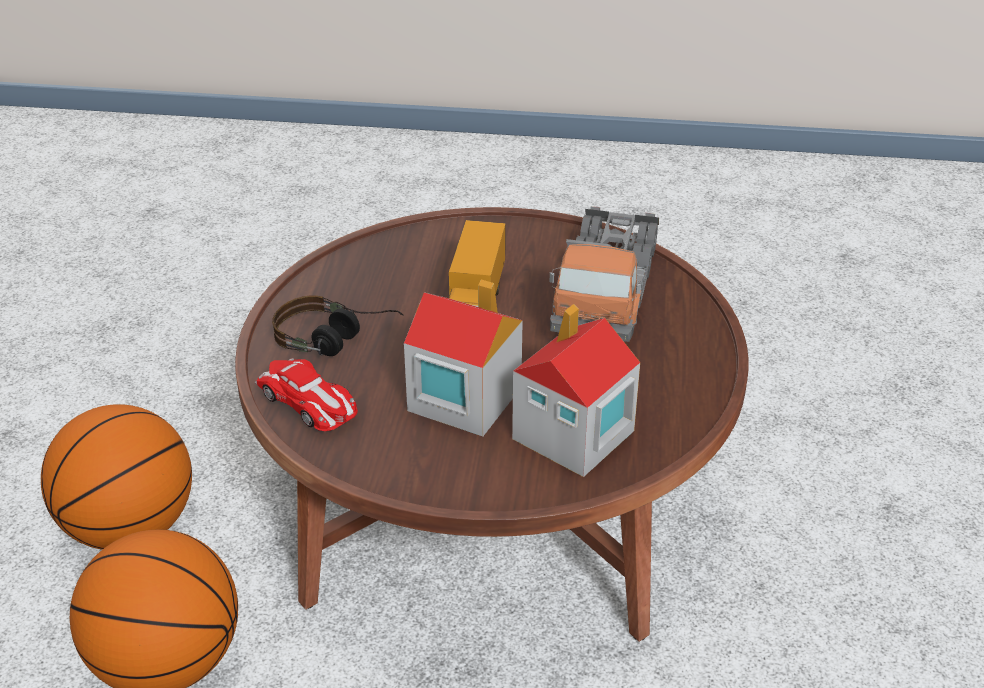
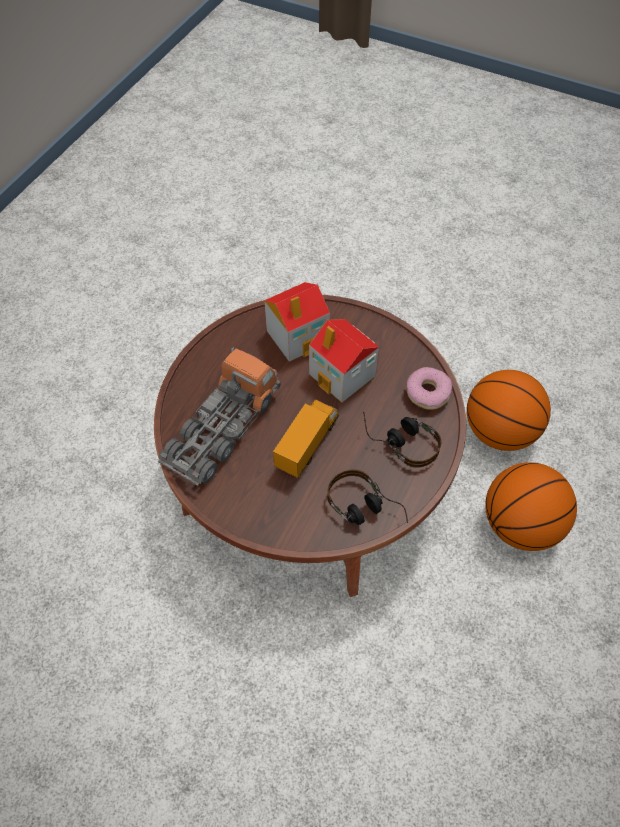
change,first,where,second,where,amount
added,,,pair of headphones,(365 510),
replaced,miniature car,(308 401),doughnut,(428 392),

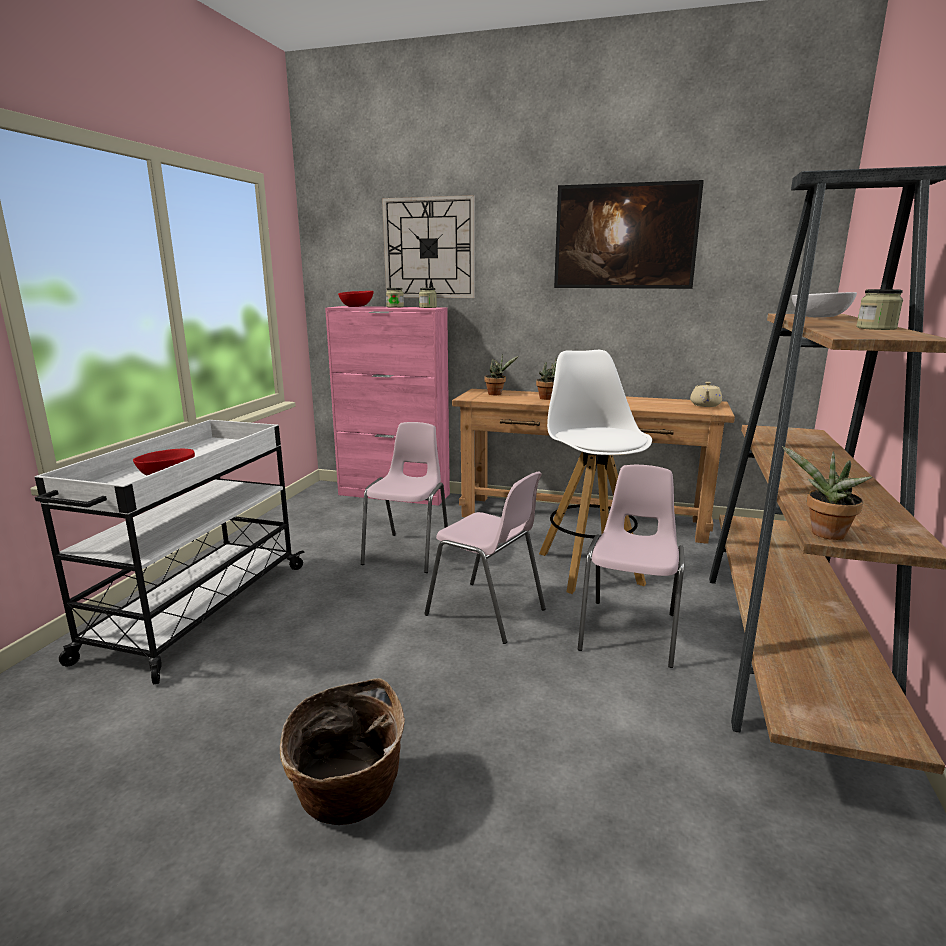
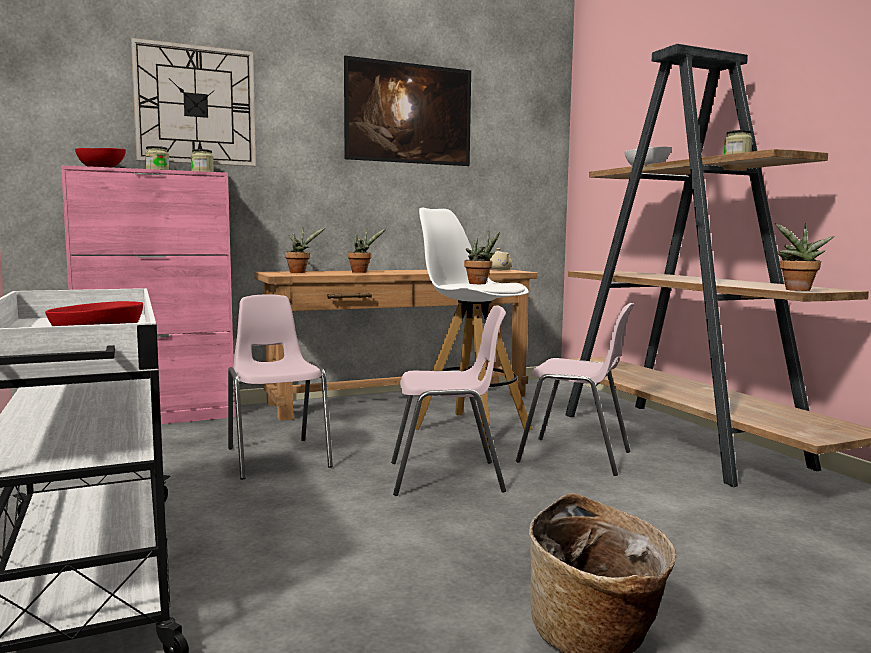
change,first,where,second,where,amount
added,,,potted plant,(480 283),
turned,plain chair in pinkish,(630 631),,(575 457),135 degrees clockwise

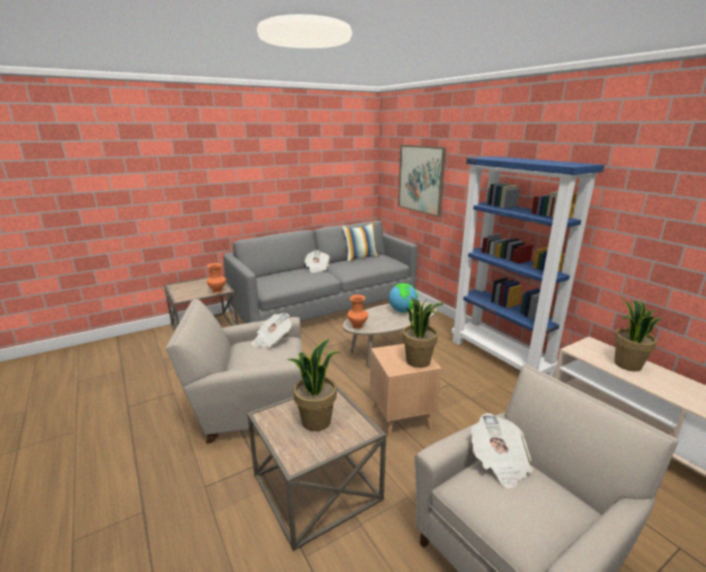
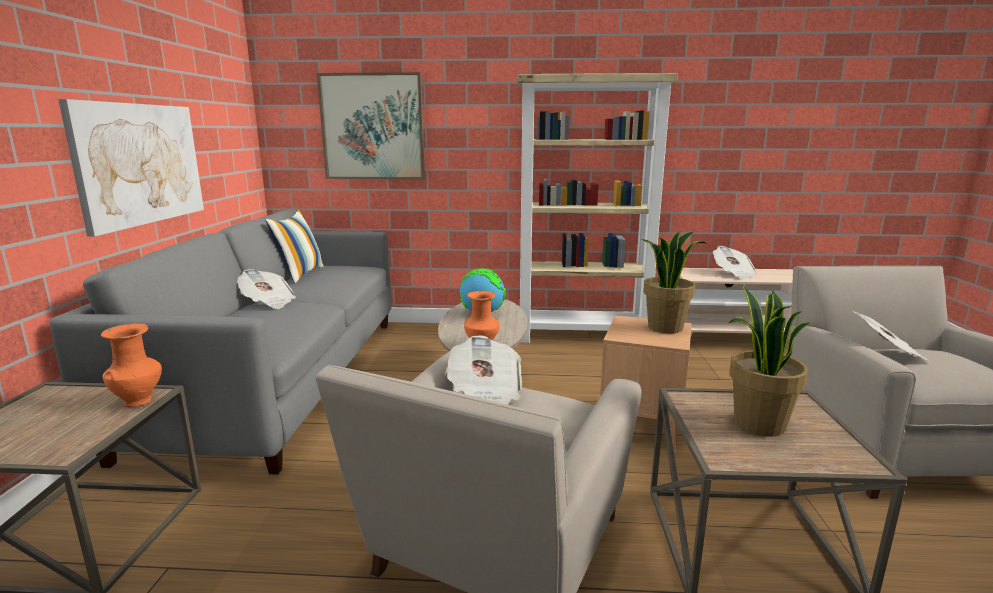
change,first,where,second,where,amount
added,,,wall picture,(140 164),
replaced,potted plant,(627 364),printed paper,(733 274),
recoloured,shelving unit in blue-coloured,(500 358),shelving unit in sand-coloured,(583 336),

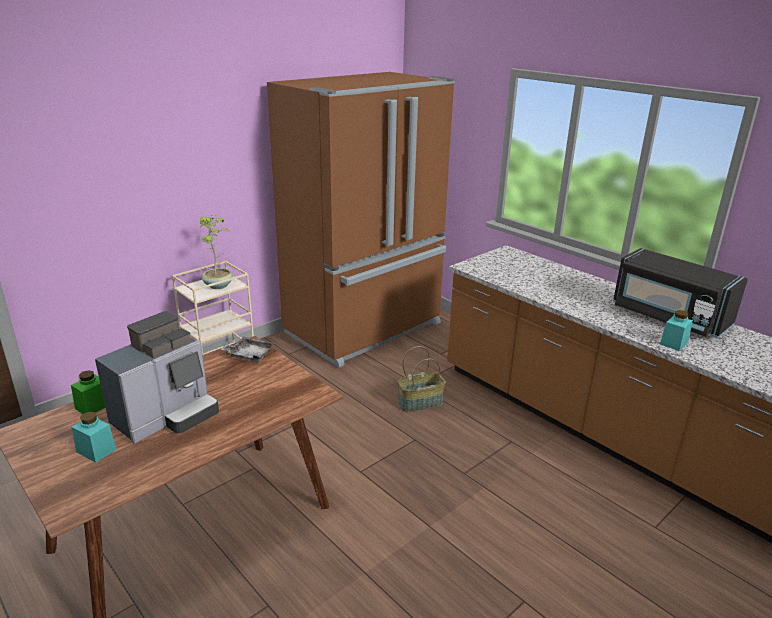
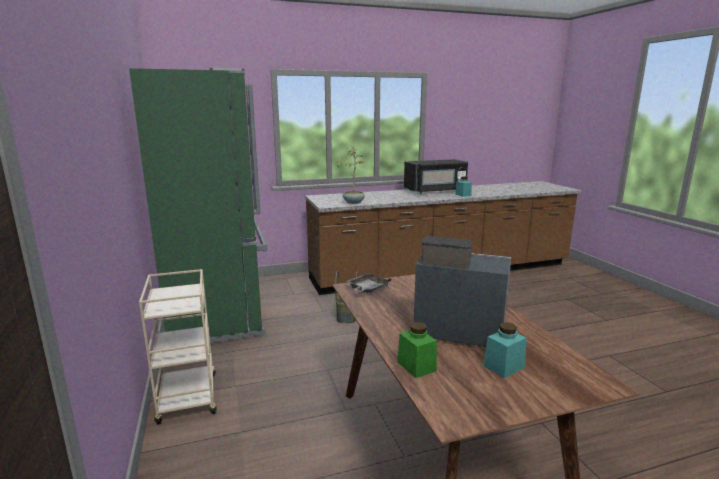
change,first,where,second,where,amount
moved,potted plant,(219 285),,(353 202),
recoloured,fridge in brown-coloured,(366 329),fridge in green,(219 311),
turned,coffee machine,(167 416),,(455 330),45 degrees counterclockwise

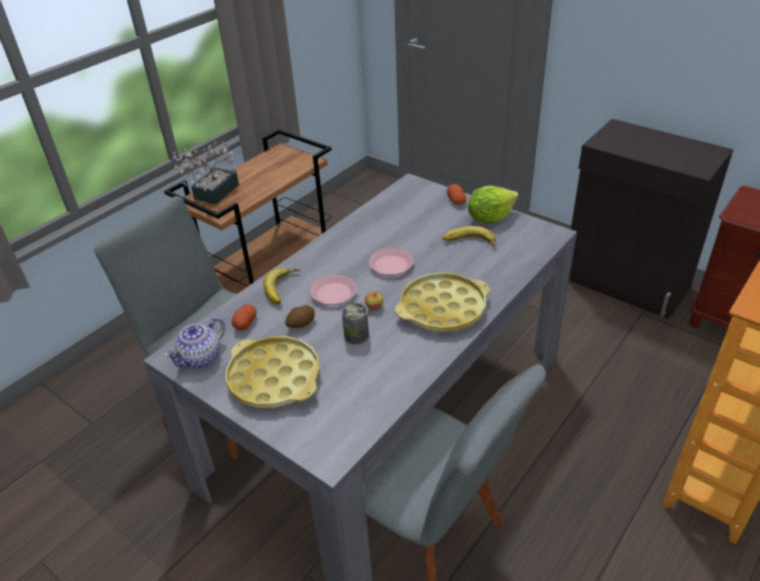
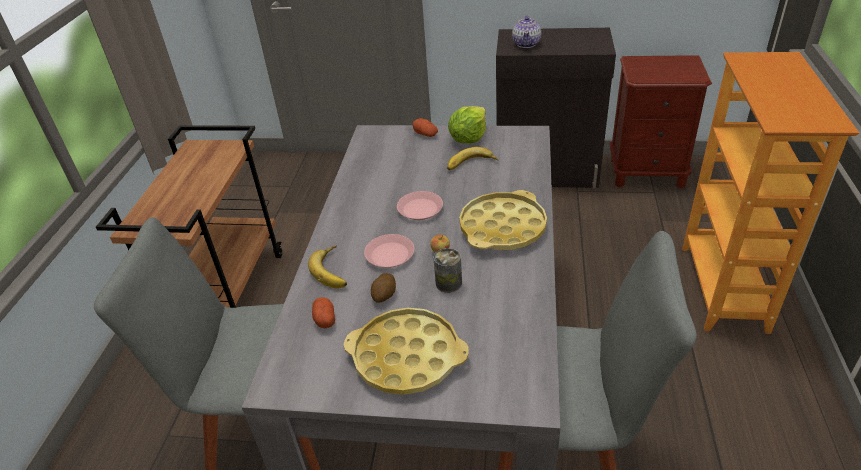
change,first,where,second,where,amount
removed,potted plant,(213 194),,,
moved,tea pot,(201 358),,(526 44),

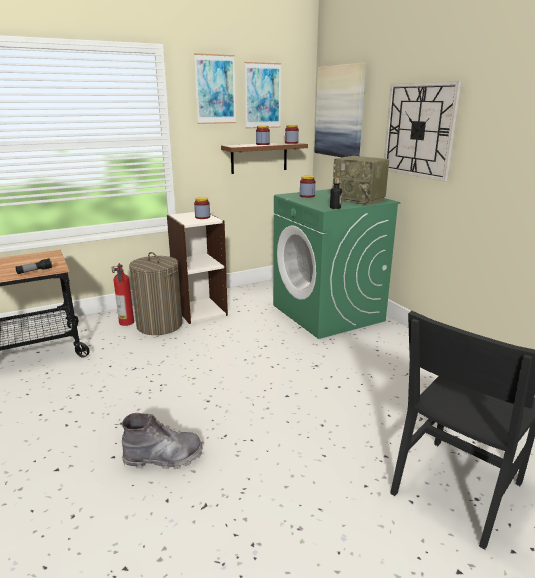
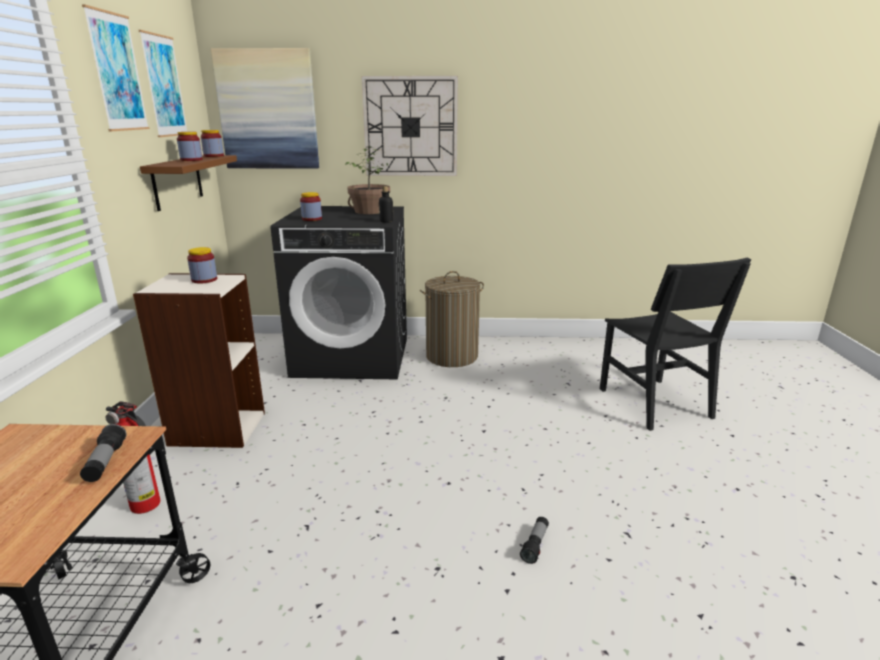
change,first,where,second,where,amount
moved,laundry basket,(159 325),,(452 356),
replaced,high-top boot in gray,(164 458),hand torch,(535 545),
replaced,radio set,(359 200),potted plant,(370 211),
recoloured,washing machine in green,(328 313),washing machine in black-coloured,(353 356),

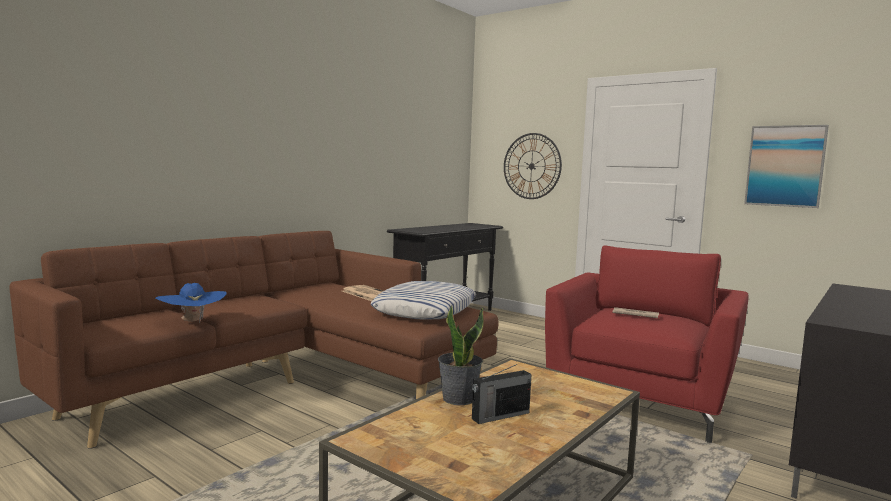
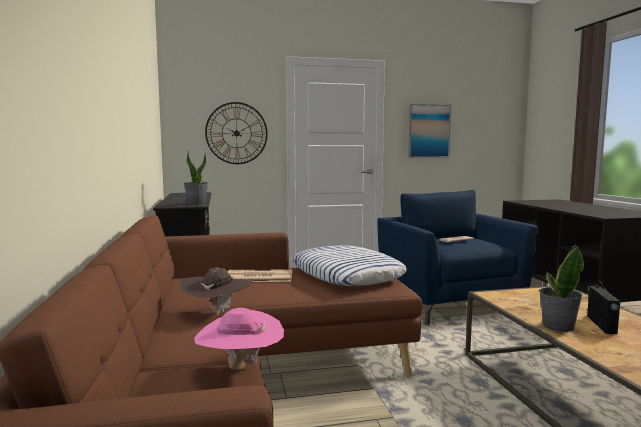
change,first,where,second,where,amount
added,,,clothing hat in brown-coloured,(218 312),
added,,,potted plant,(196 204),
recoloured,clothing hat in blue-coloured,(192 321),clothing hat in pinkish,(240 367),
recoloured,lounge chair in red,(640 402),lounge chair in blue-coloured,(450 304),

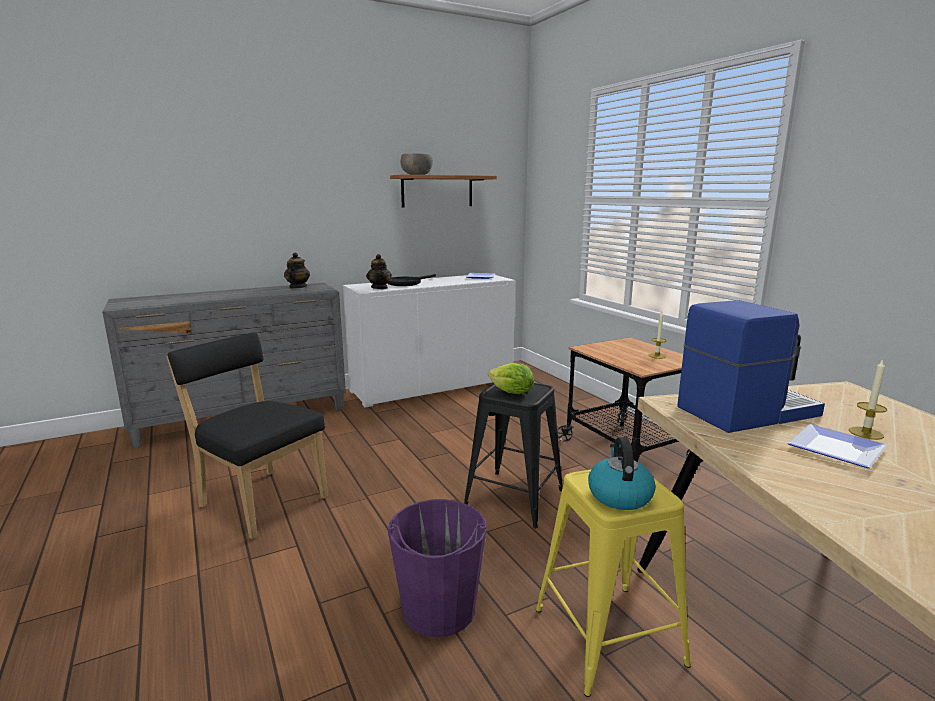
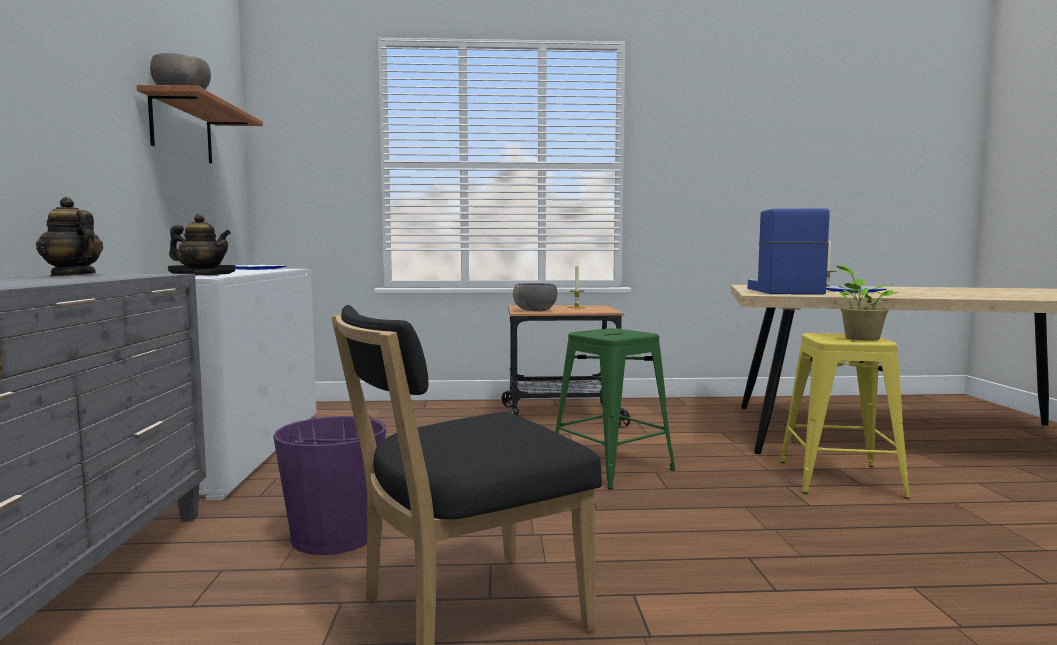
change,first,where,second,where,amount
removed,lettuce head,(512 393),,,
added,,,deep dish in gray,(534 310),
moved,pail in purple-coloured,(438 609),,(335 536),
replaced,kettle,(619 495),potted plant,(860 338),
recoloured,stool in black-coloured,(514 498),stool in green,(611 467),

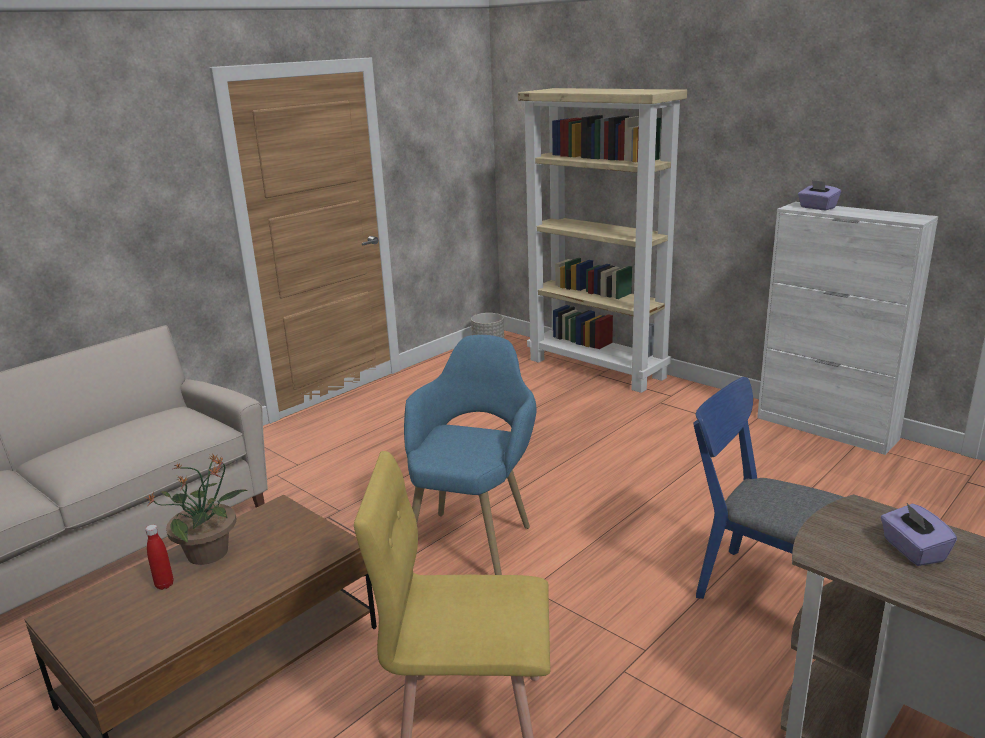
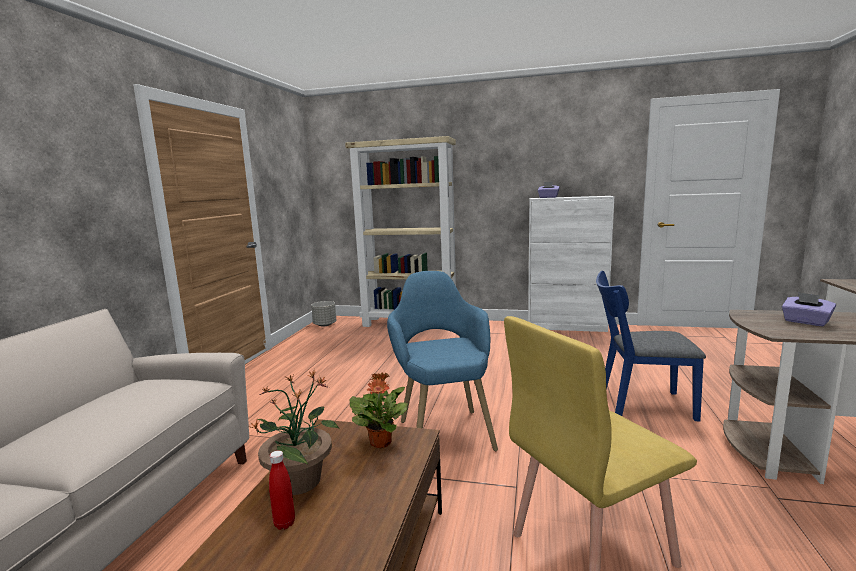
change,first,where,second,where,amount
added,,,potted plant,(381 442),

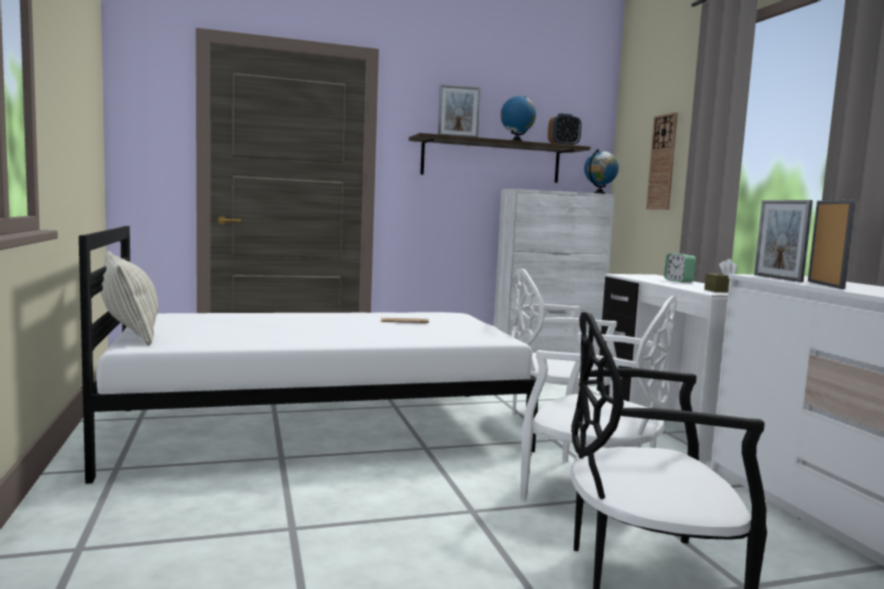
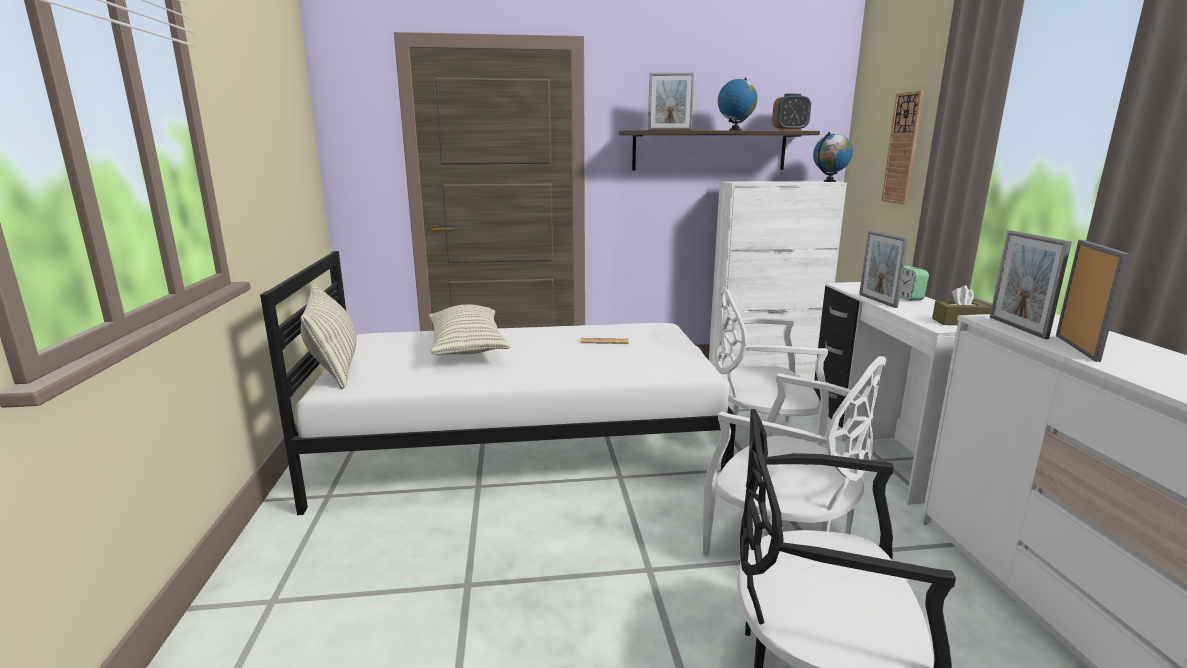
change,first,where,second,where,amount
added,,,cushion,(467 348),
added,,,photo frame,(877 301),

